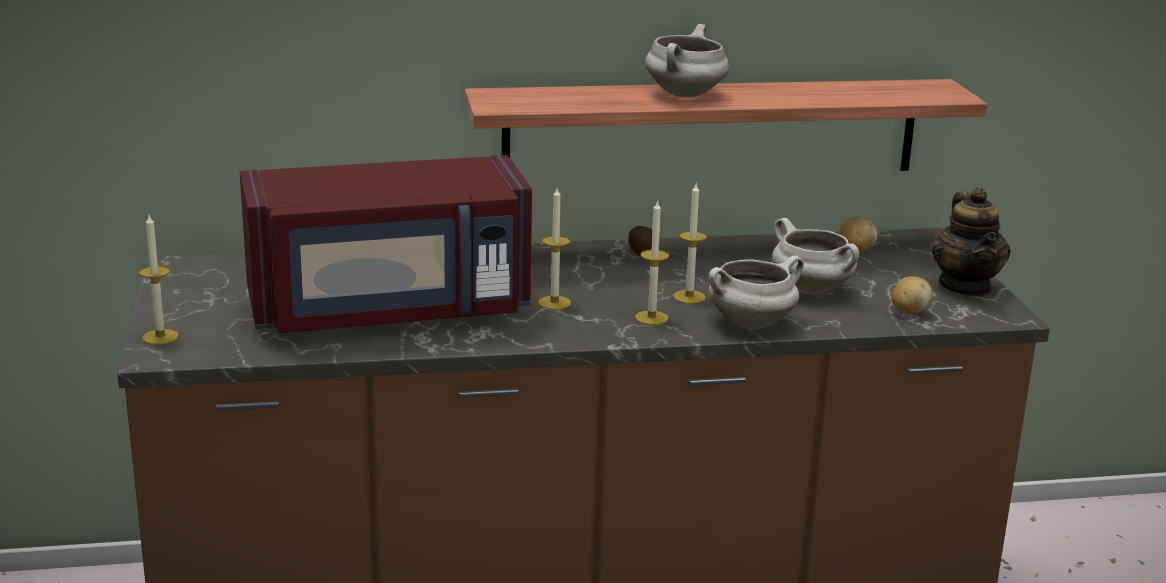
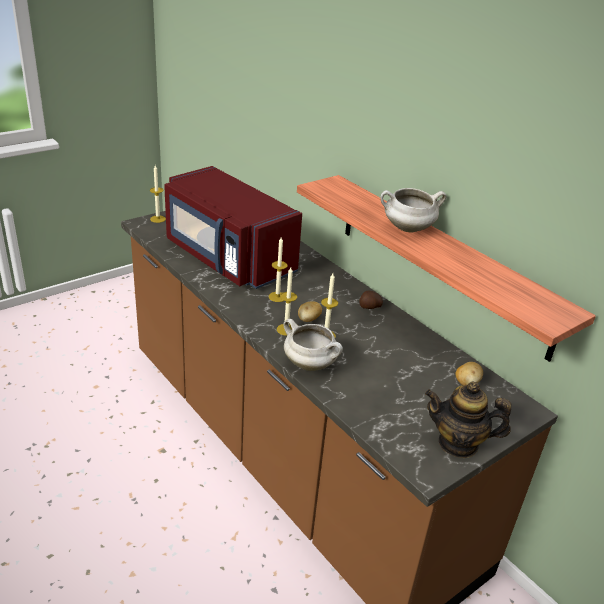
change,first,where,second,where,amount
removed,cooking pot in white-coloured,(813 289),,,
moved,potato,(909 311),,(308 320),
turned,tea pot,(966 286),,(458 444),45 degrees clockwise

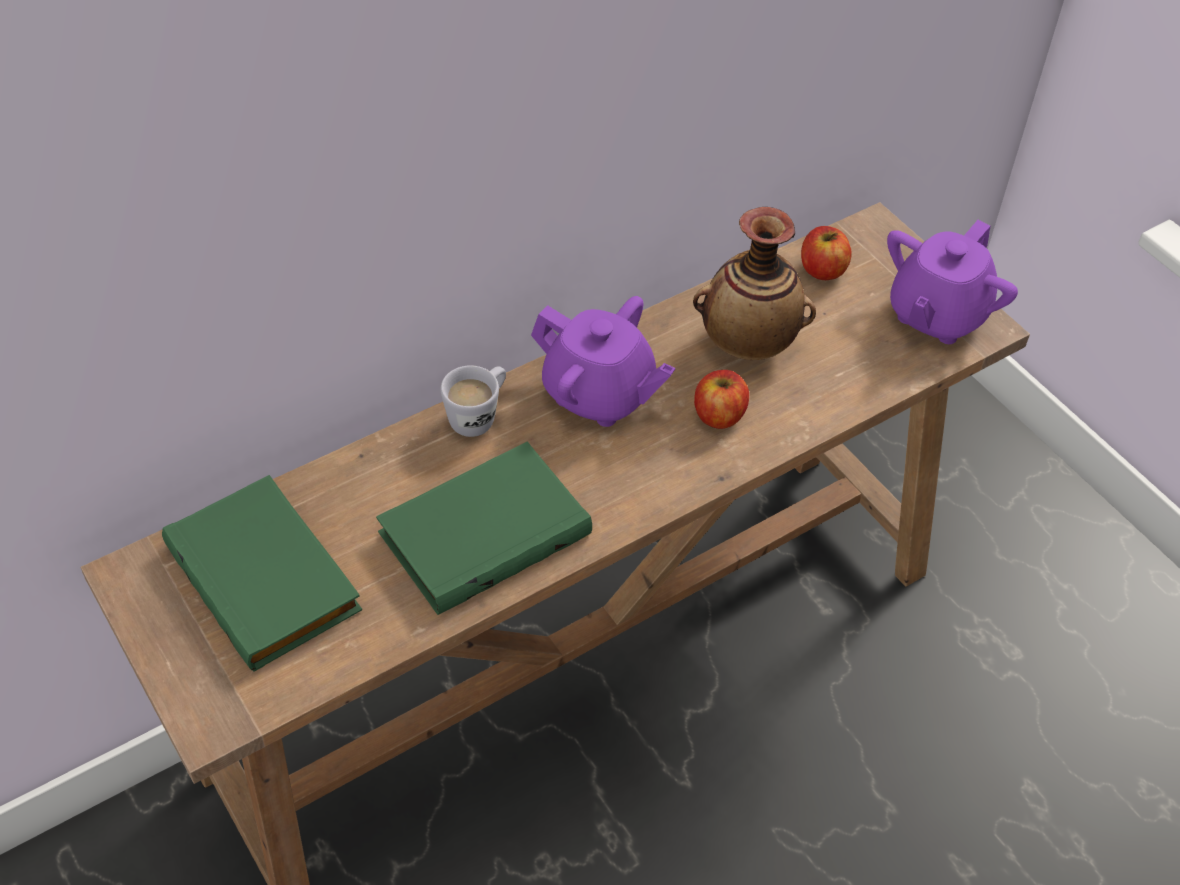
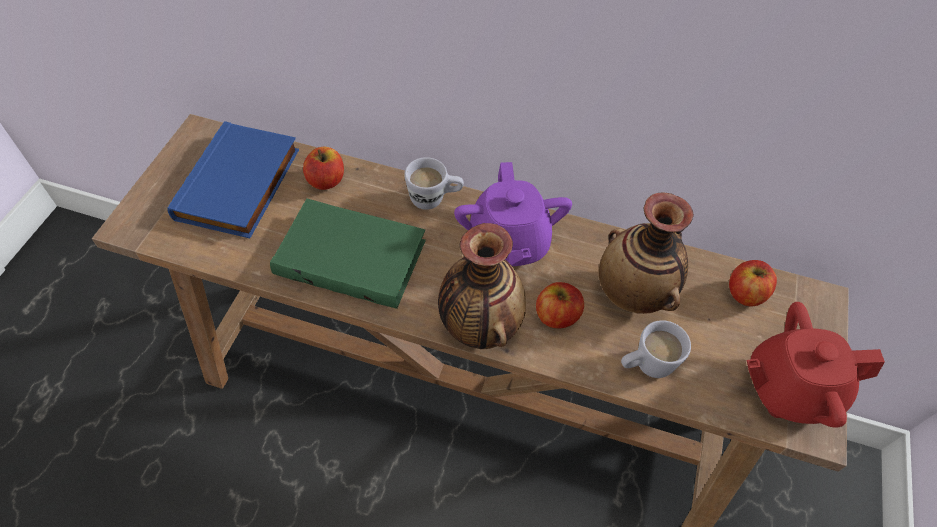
change,first,where,second,where,amount
added,,,apple,(326 180),
added,,,vase,(479 325),
added,,,tea mug in white-coloured,(646 366),
recoloured,book in green,(268 577),book in blue-coloured,(241 185),
recoloured,tea pot in purple-coloured,(936 315),tea pot in red,(788 389),

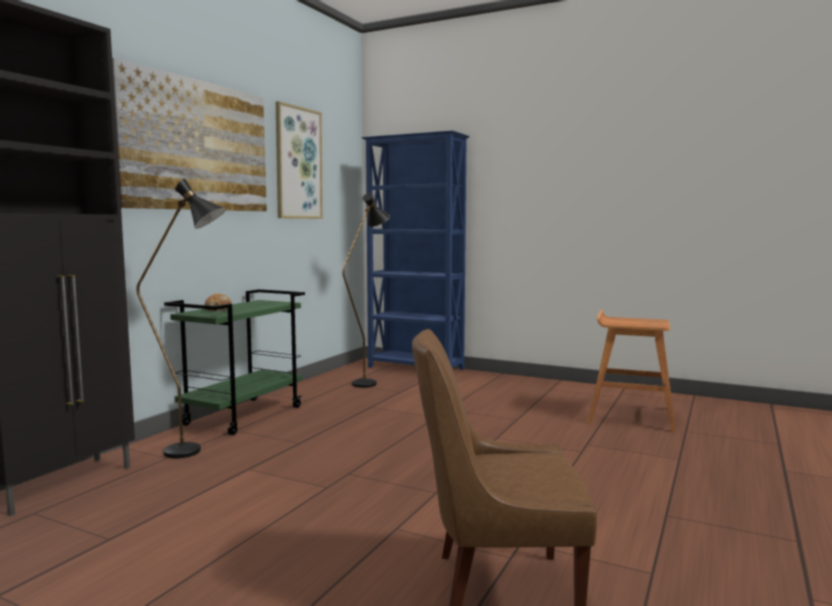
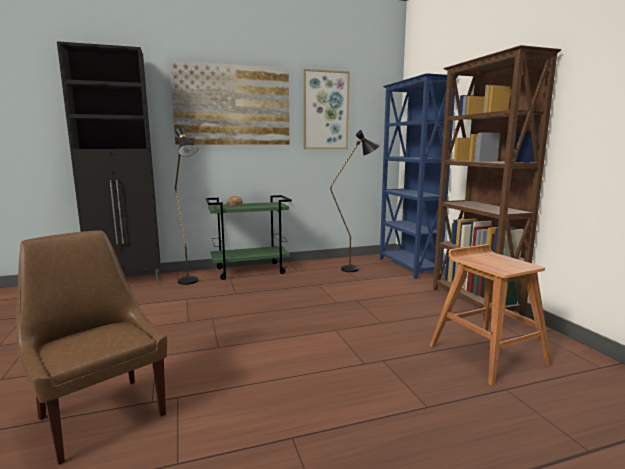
change,first,where,second,where,amount
added,,,shelving unit in brown-coloured,(474 302),

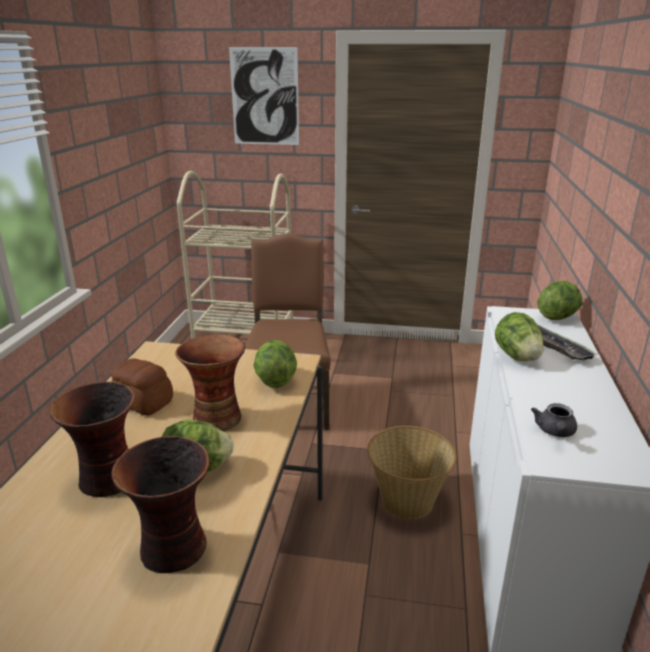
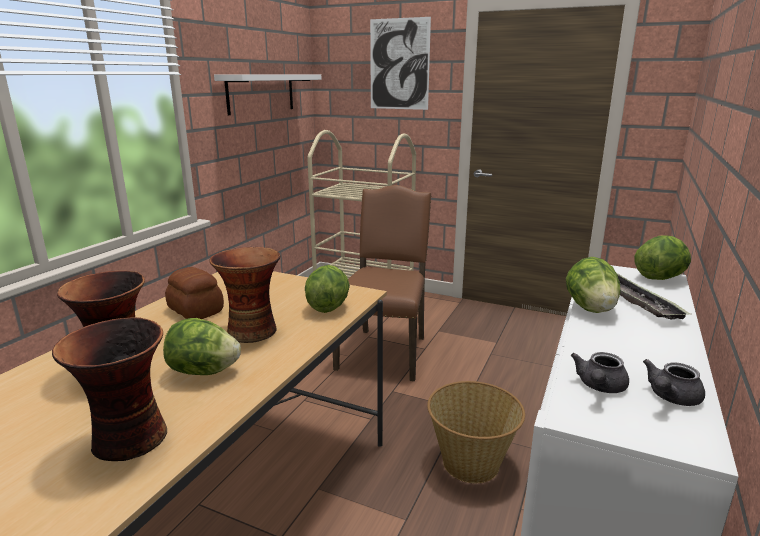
change,first,where,second,where,amount
added,,,bracket shelf in white-coloured,(261 93),
added,,,tea pot in gray,(670 397),

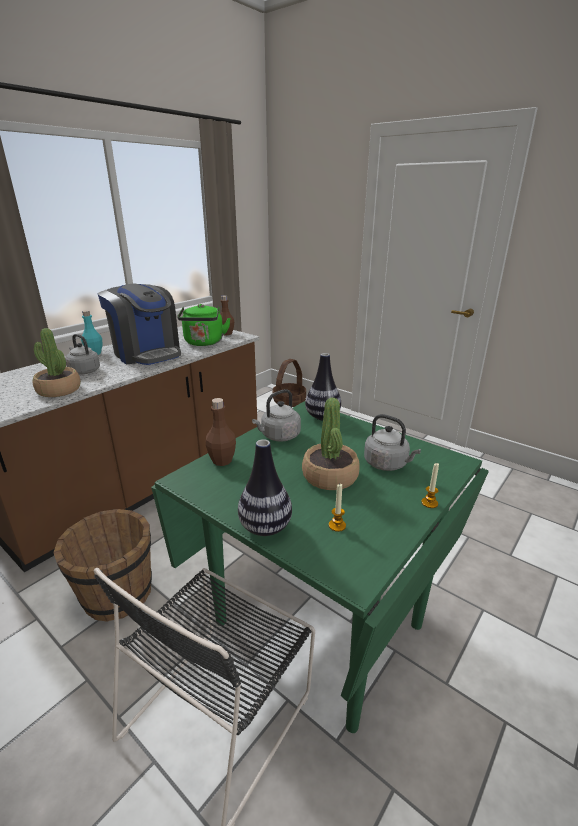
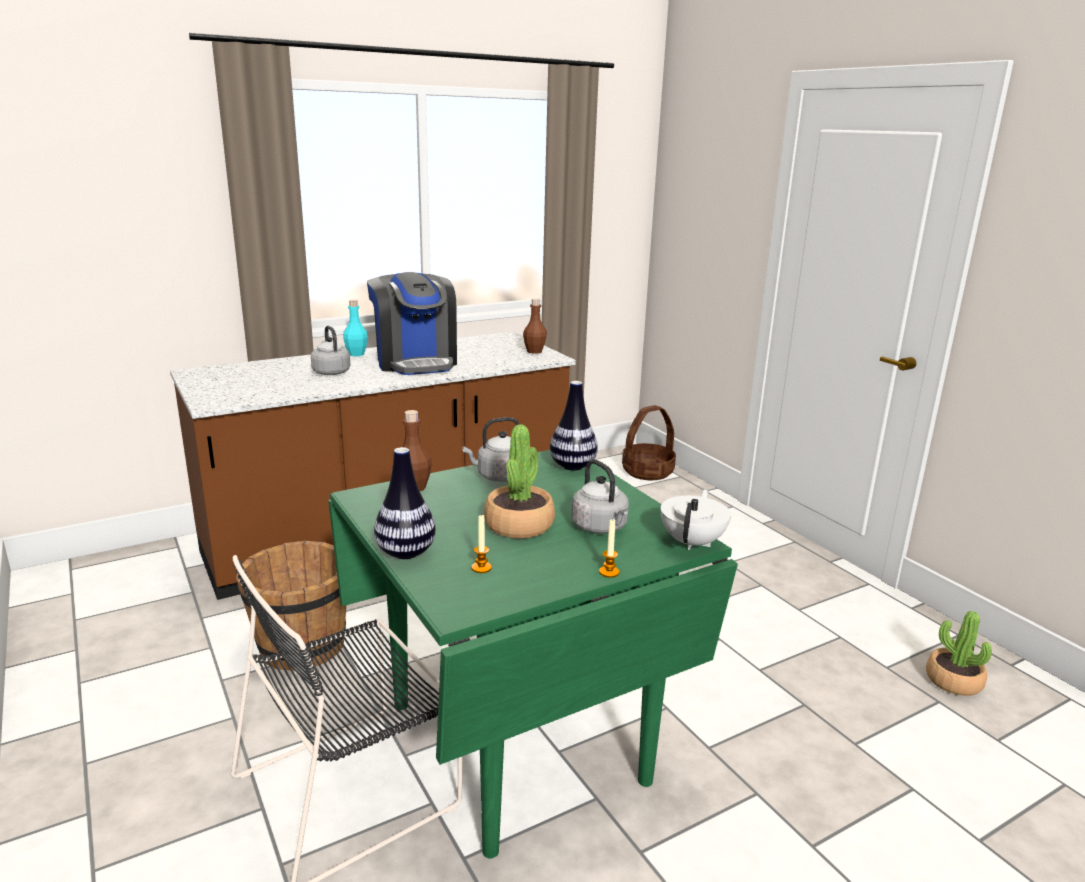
change,first,where,second,where,amount
removed,kettle in green,(204 343),,,
added,,,tea pot in white-coloured,(693 542),
moved,potted plant,(59 390),,(953 681),

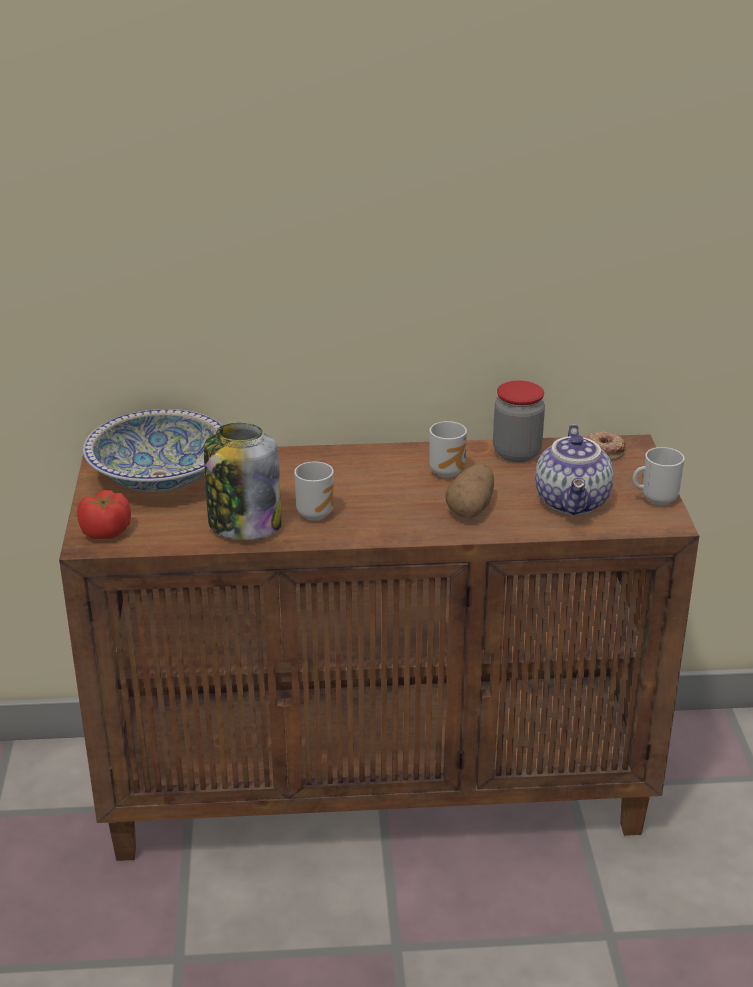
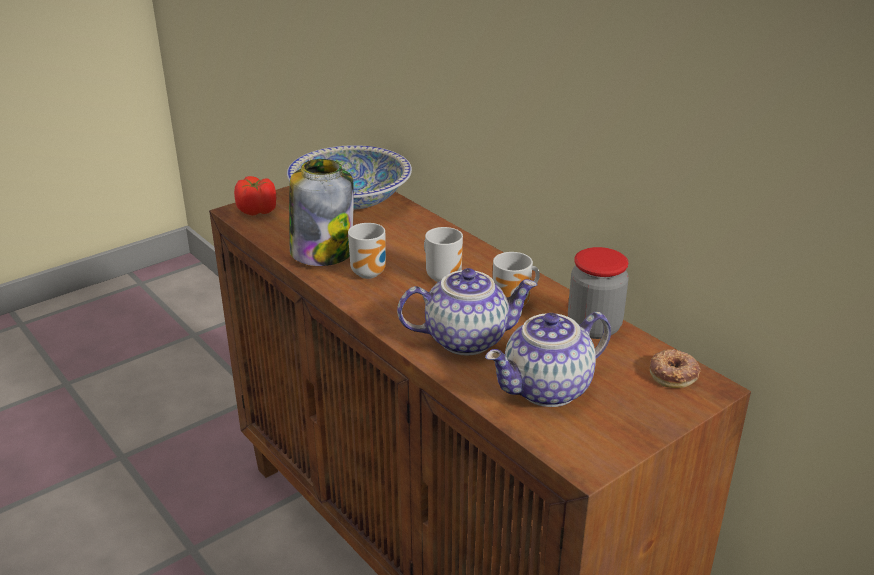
change,first,where,second,where,amount
moved,tea mug,(656 499),,(443 276),
replaced,potato,(471 508),tea pot,(466 338),

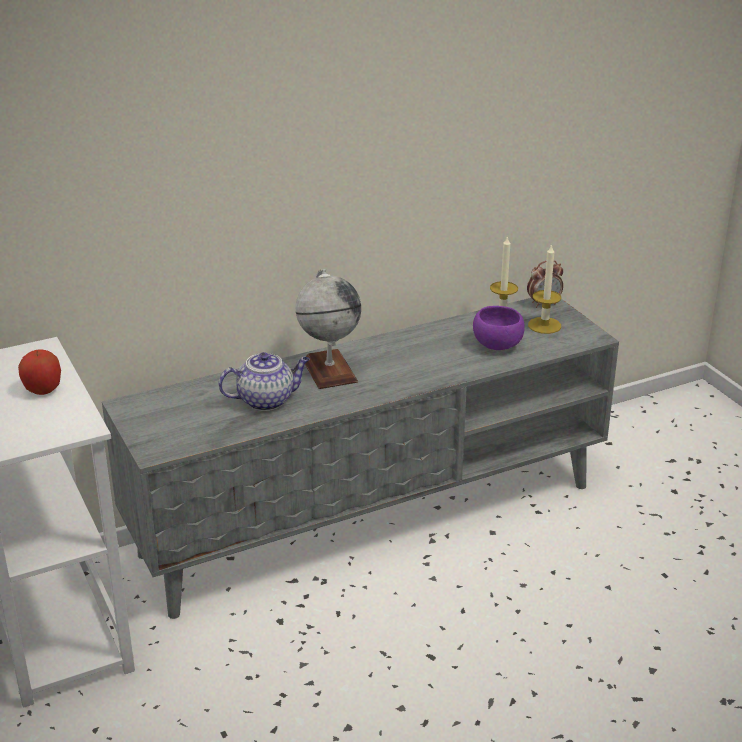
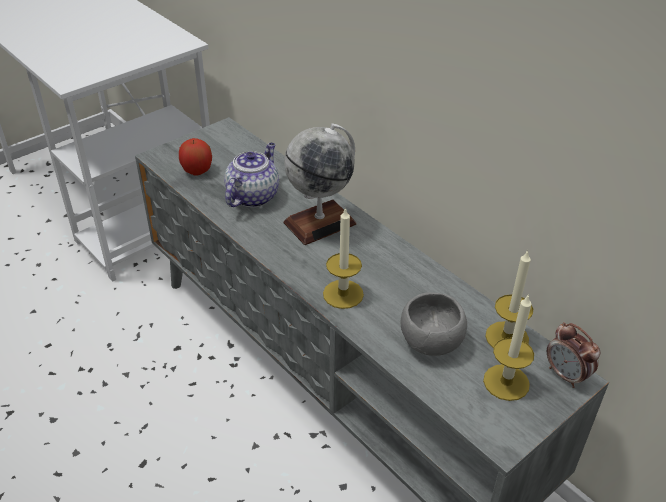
change,first,where,second,where,amount
added,,,wax light,(343 294),
moved,apple,(43 389),,(197 171),
recoloured,deep dish in purple-coloured,(496 346),deep dish in gray,(429 341),
turned,tea pot,(267 400),,(253 196),120 degrees counterclockwise

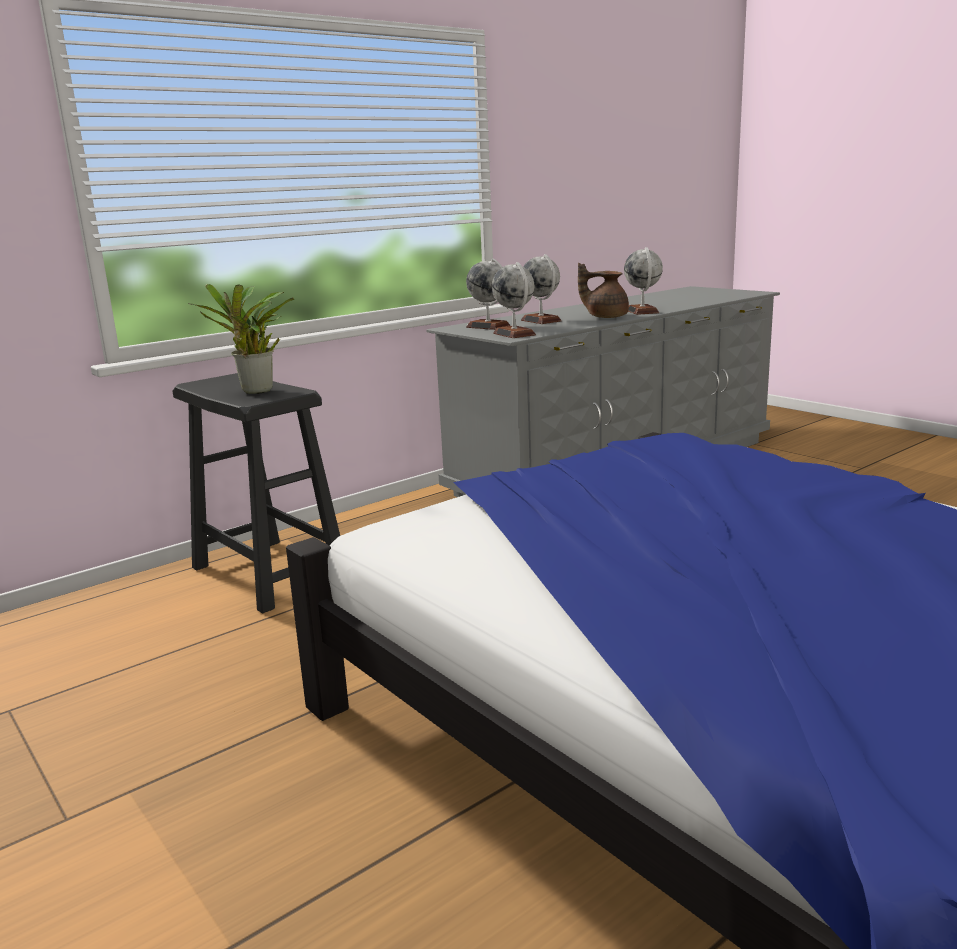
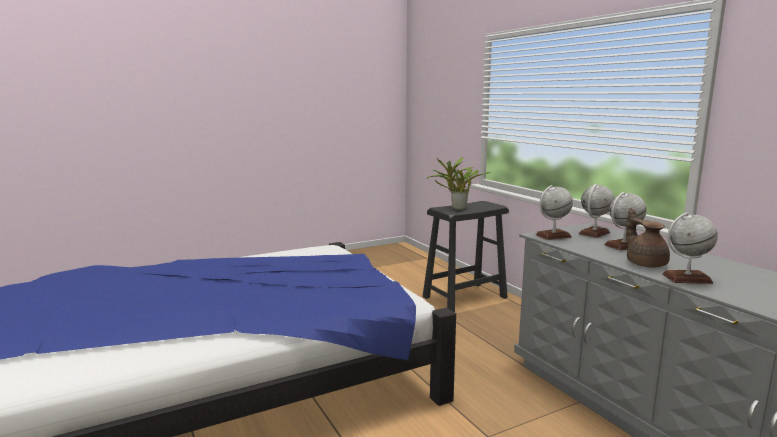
change,first,where,second,where,amount
turned,tea pot in brown-coloured,(605 317),,(645 263),45 degrees counterclockwise

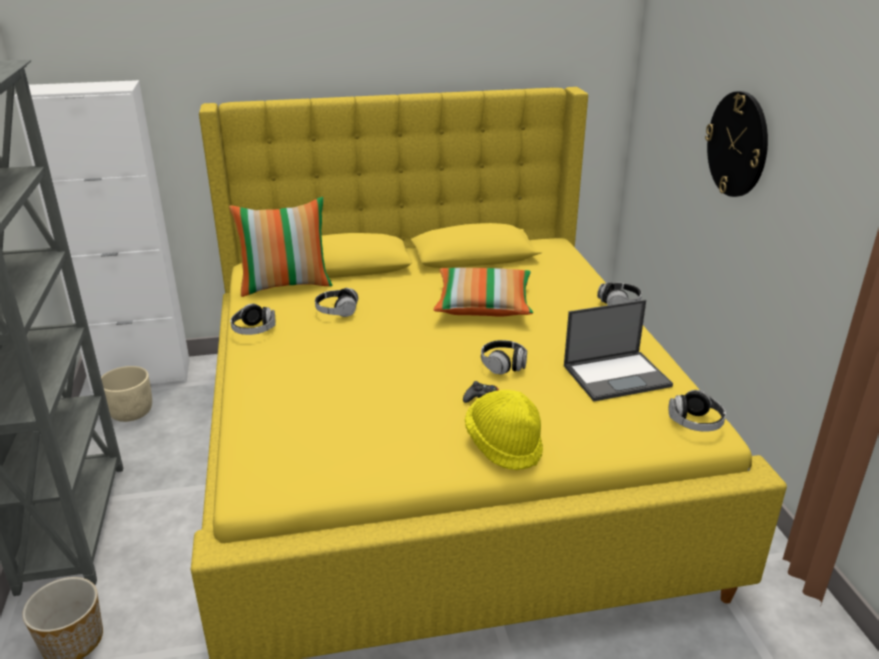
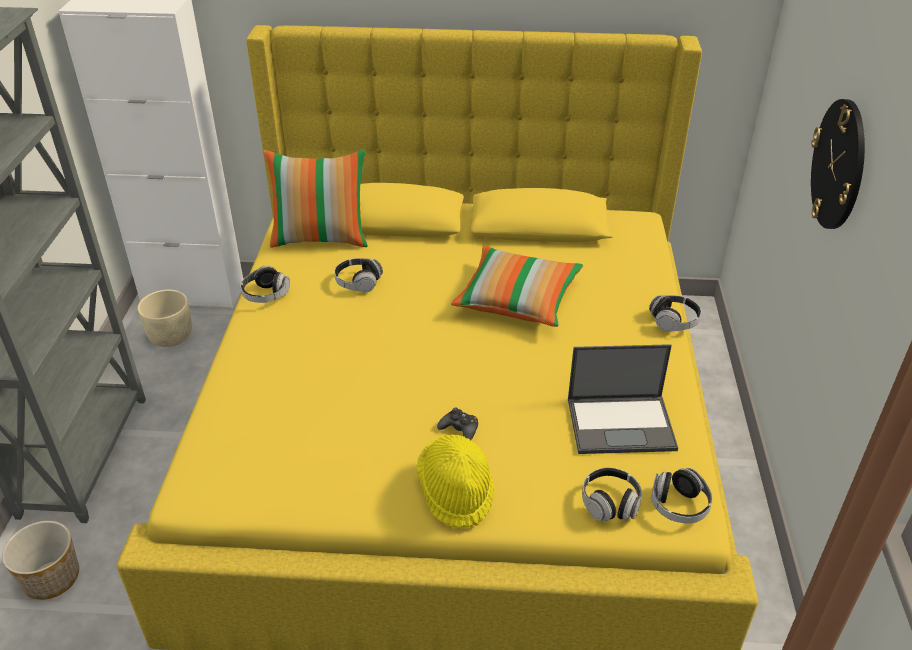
change,first,where,second,where,amount
moved,pair of headphones,(503 365),,(610 503),

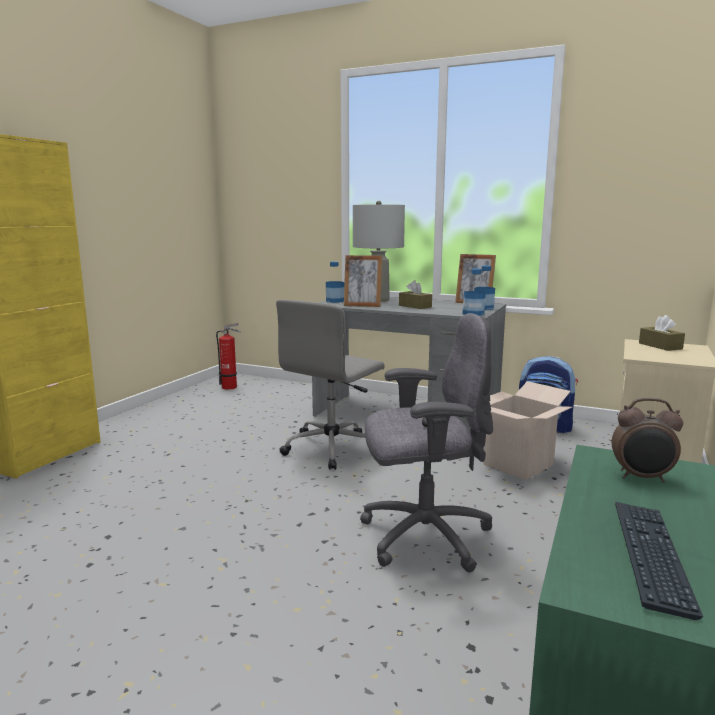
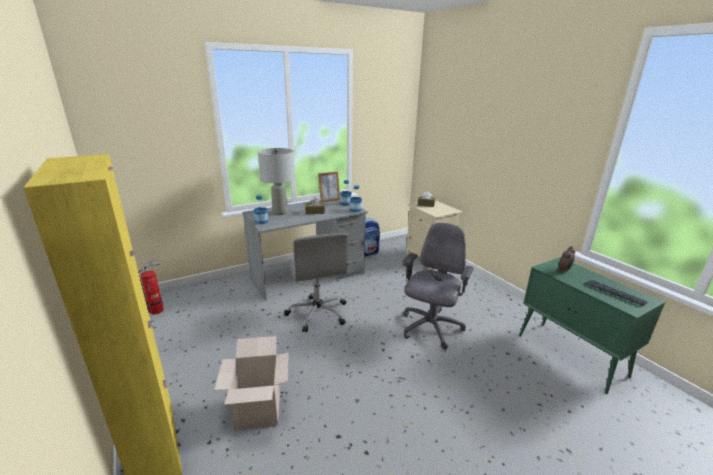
change,first,where,second,where,amount
removed,photo frame,(362 305),,,
moved,packing box,(518 464),,(258 410),

